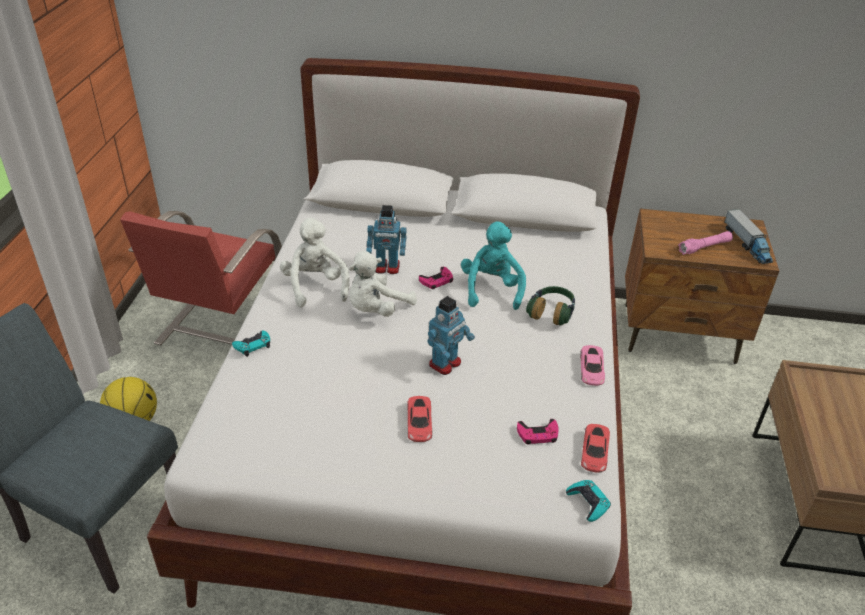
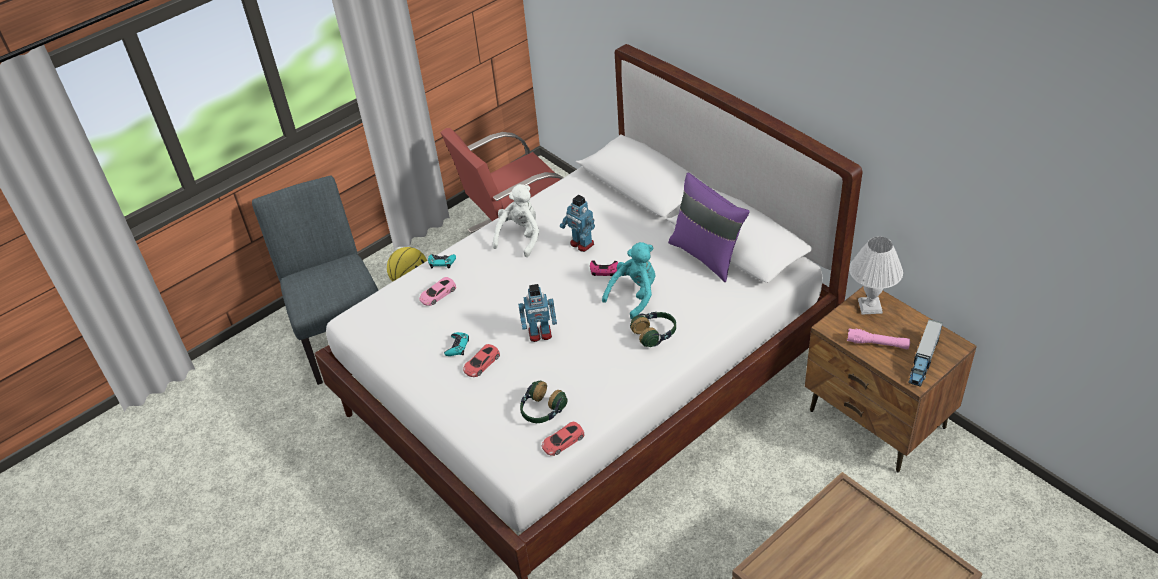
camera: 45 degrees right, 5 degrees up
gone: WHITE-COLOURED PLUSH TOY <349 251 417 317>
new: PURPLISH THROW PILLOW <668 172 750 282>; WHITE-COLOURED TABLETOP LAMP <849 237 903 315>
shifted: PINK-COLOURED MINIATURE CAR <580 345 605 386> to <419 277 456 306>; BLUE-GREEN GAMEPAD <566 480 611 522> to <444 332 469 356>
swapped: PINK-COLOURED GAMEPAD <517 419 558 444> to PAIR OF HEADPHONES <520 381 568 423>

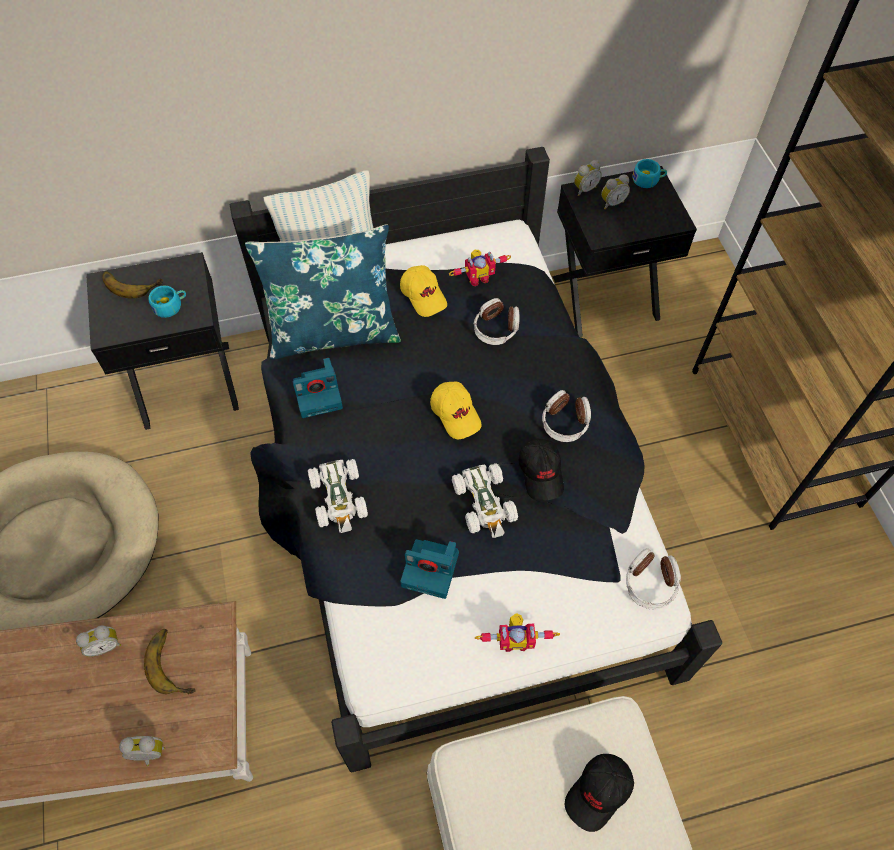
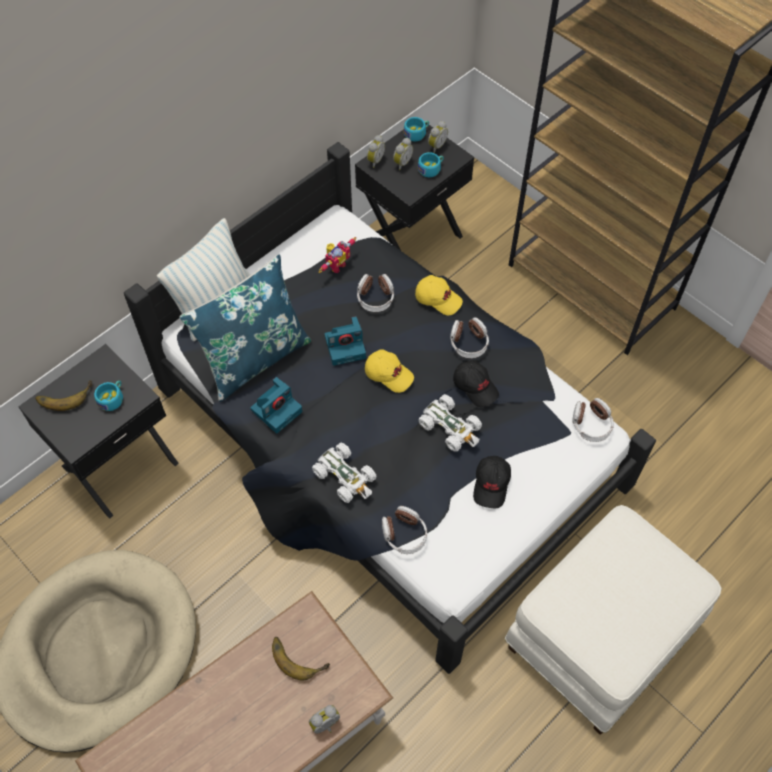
camera: 30 degrees left, 0 degrees up
gone: ROBOT FIGURE <475 613 560 652>
new: BLUE-GREEN DRINKING CUP <418 152 444 177>; PAIR OF HEADPHONES <382 506 427 554>
shifted: YELLOW CAP <400 265 447 317> to <415 275 463 316>; PHOTO CAMERA <400 539 459 599> to <325 316 366 366>; BEDSIDE CLOCK <76 625 121 657> to <428 121 448 153>; BLACK-COLOURED CAP <565 754 634 832> to <473 456 511 508>

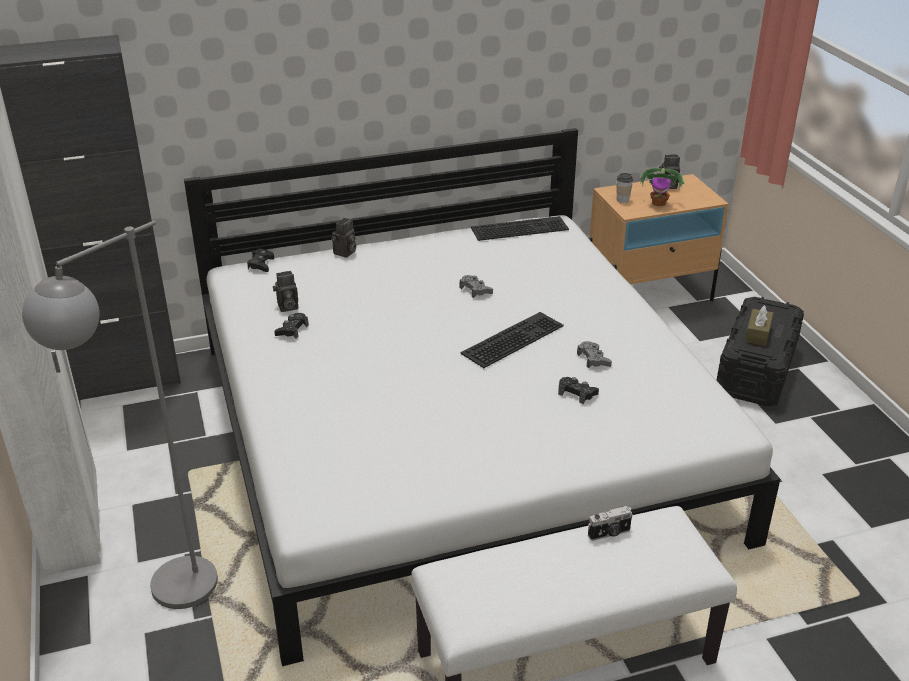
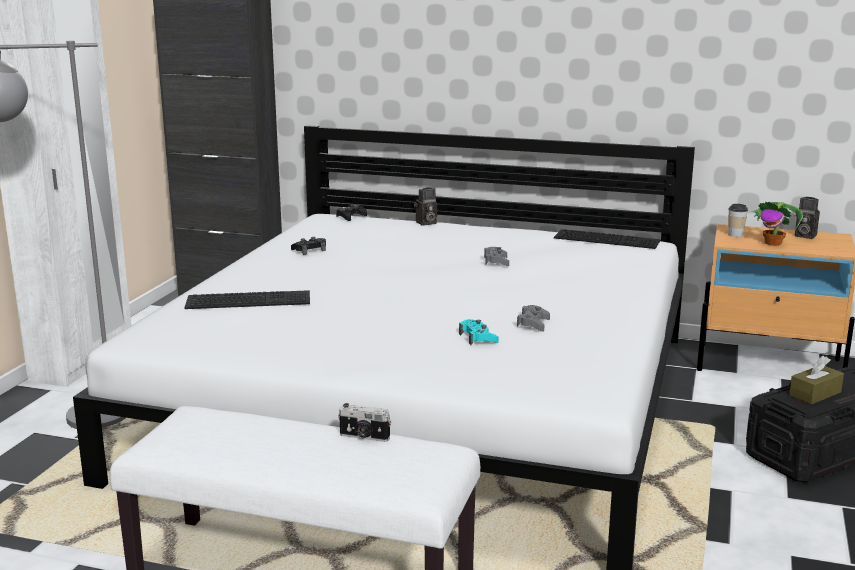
camera: 35 degrees right, 15 degrees down
gone: PHOTO CAMERA <273 271 298 312>
shifted: KEYBOARD <460 312 564 368> to <185 290 310 309>
repainted: BLACK-COLOURED GAMEPAD <558 377 599 404> to BLUE-GREEN GAMEPAD <459 319 498 345>

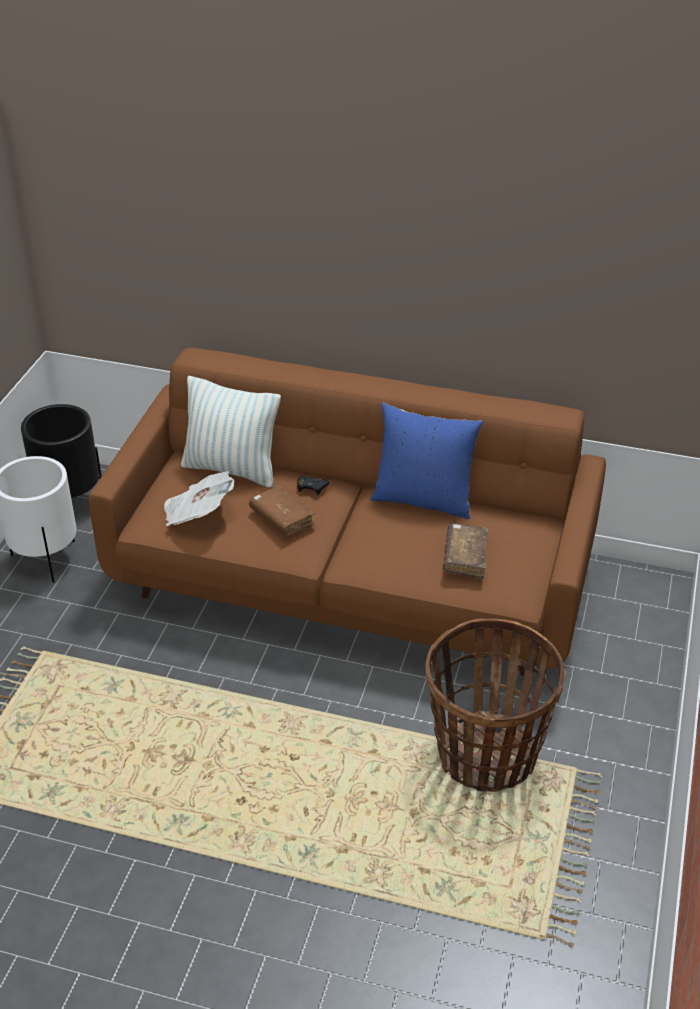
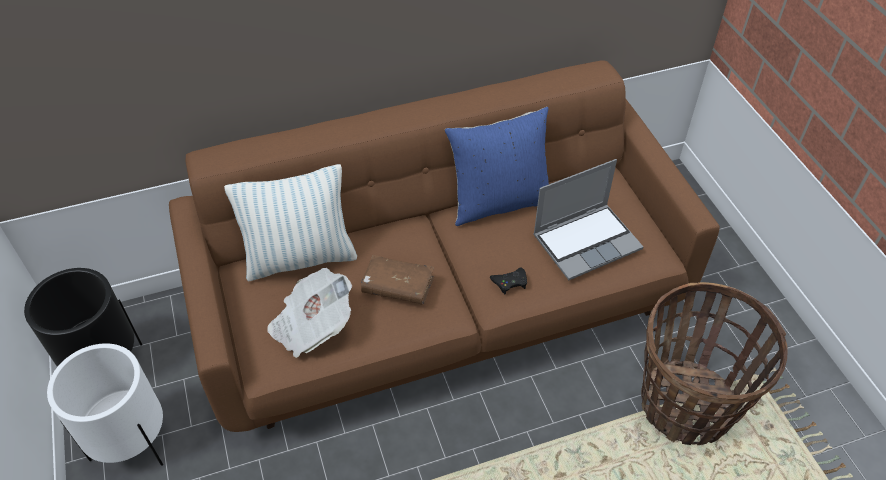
camera: 35 degrees left, 10 degrees up
shifted: BLACK-COLOURED GAMEPAD <297 476 330 495> to <490 268 527 295>
swapped: BROWN BOOK <443 523 488 579> to NOTEBOOK COMPUTER <533 159 643 280>

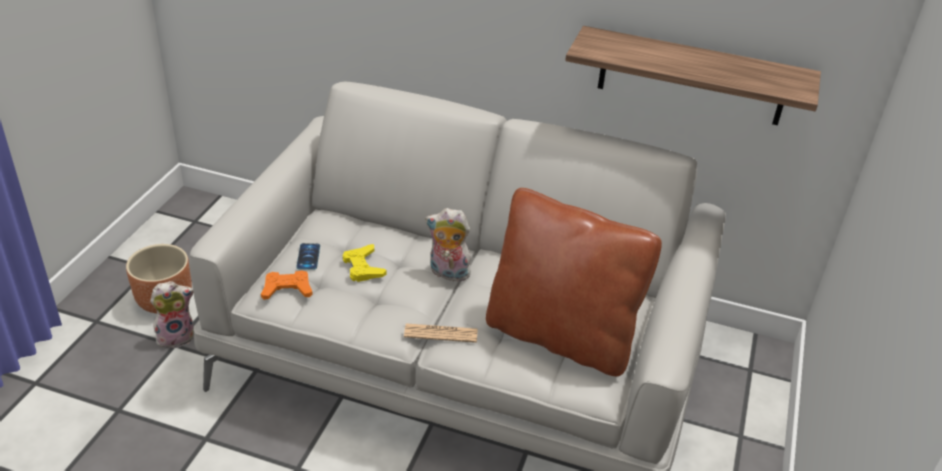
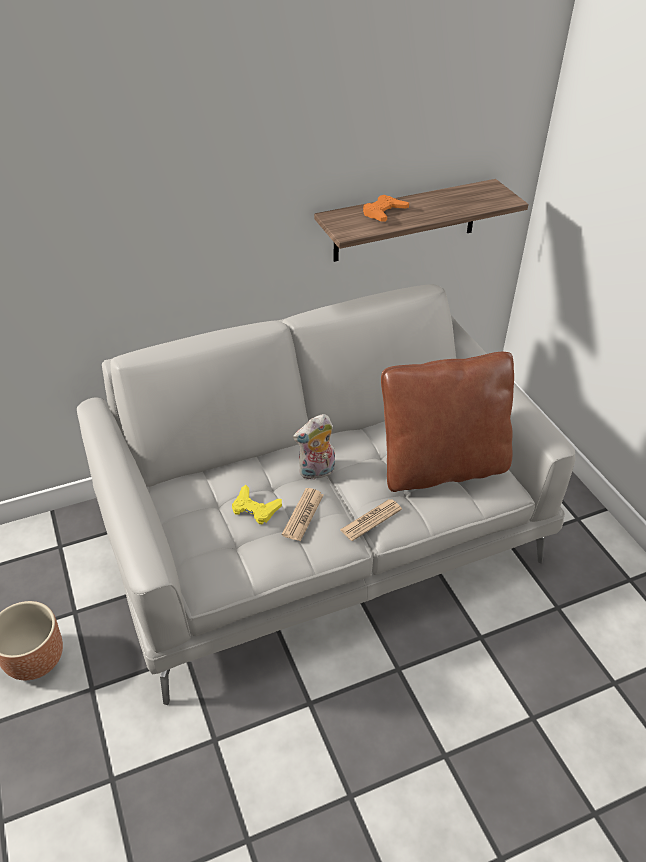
camera: 40 degrees left, 5 degrees up
gone: TELEPHONE <296 243 320 270>; PLUSH TOY <150 281 194 348>
new: PRINTED PAPER <282 488 323 541>
shifted: ORANGE GAMEPAD <261 270 313 300> to <363 195 409 222>

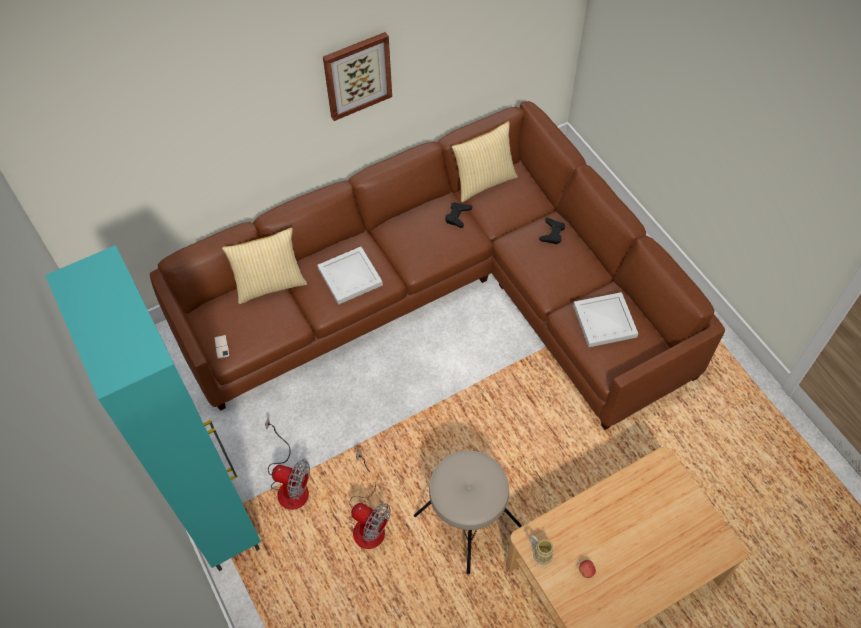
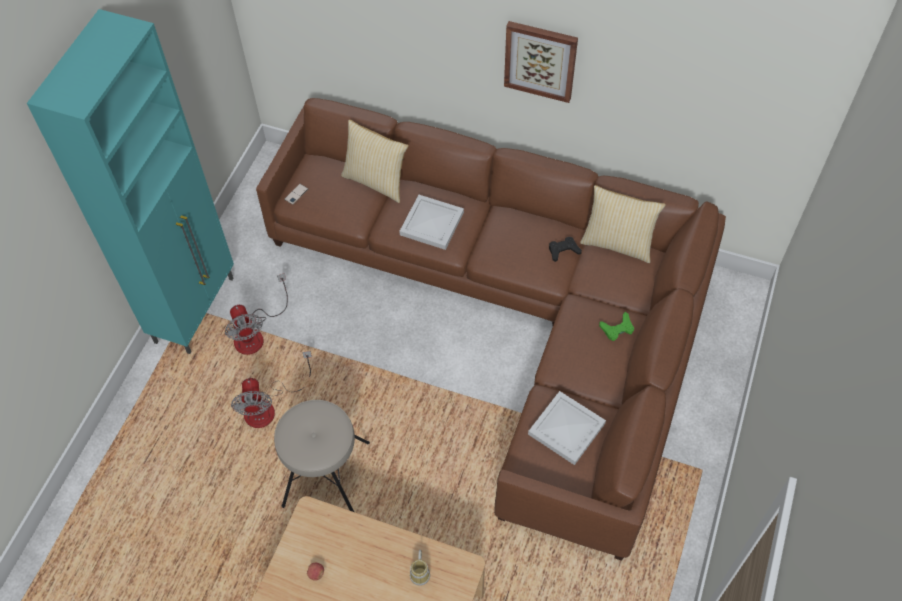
camera: 50 degrees right, 0 degrees up
shifted: MUG <529 535 554 565> to <410 550 430 586>
repainted: BLACK-COLOURED GAMEPAD <539 218 565 244> to GREENISH GAMEPAD <599 312 634 341>

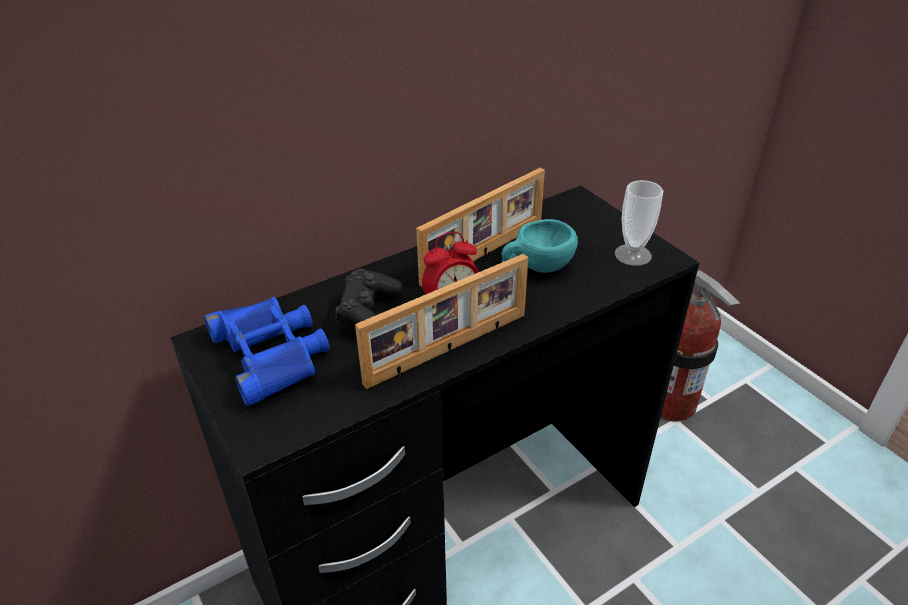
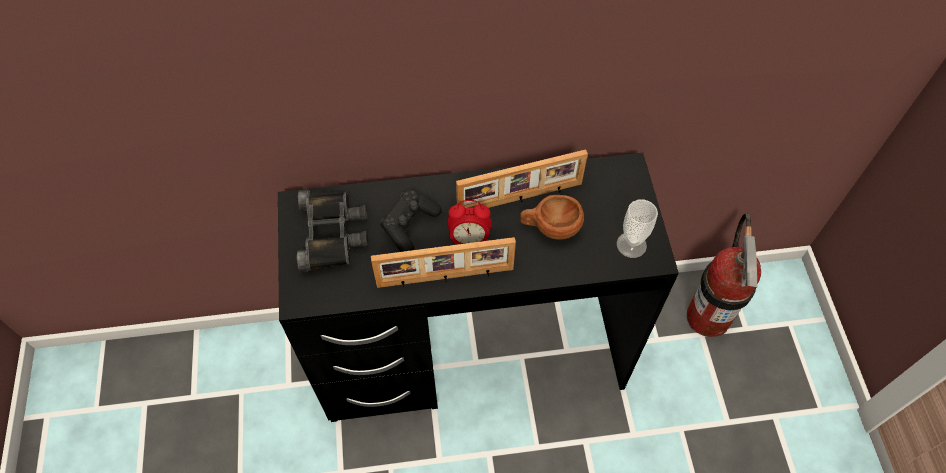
camera: 25 degrees right, 20 degrees up
repainted: BLUE-GREEN DRINKING CUP <501 219 578 273> to BROWN DRINKING CUP <520 195 584 240>; BLUISH PAIR OF BINOCULARS <204 297 330 406> to BLACK-COLOURED PAIR OF BINOCULARS <297 190 368 272>

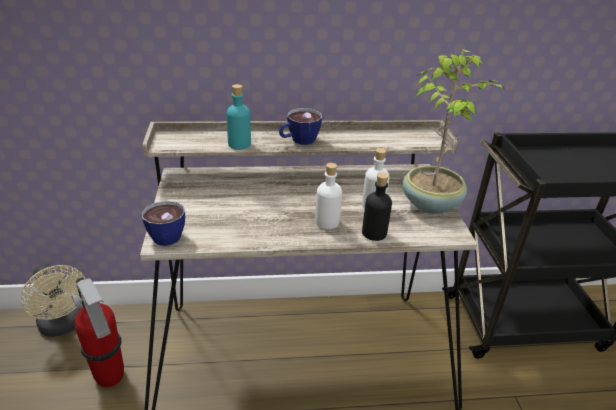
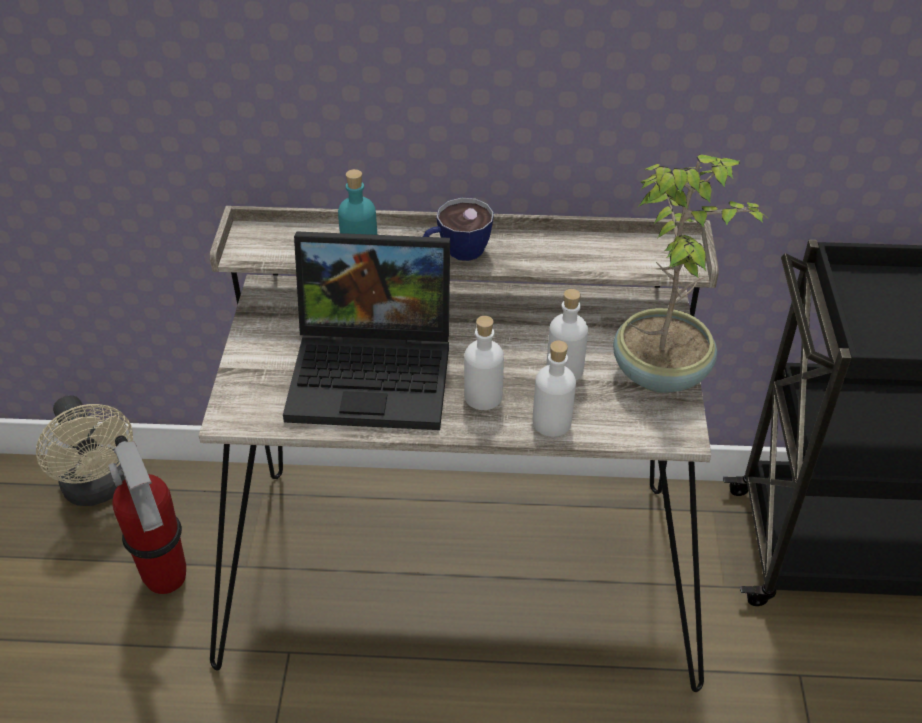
camera: 10 degrees right, 10 degrees up
gone: DRINKING CUP <141 201 185 246>
new: NOTEBOOK COMPUTER <283 231 450 430>
repainted: BLACK-COLOURED BEVERAGE BOTTLE <362 173 392 241> to WHITE-COLOURED BEVERAGE BOTTLE <533 341 576 437>

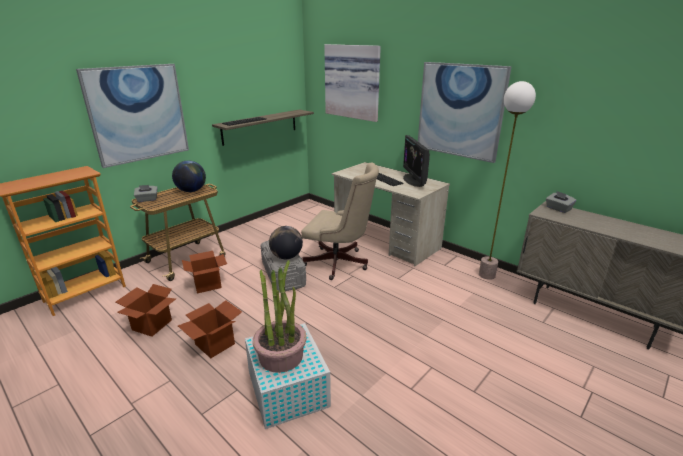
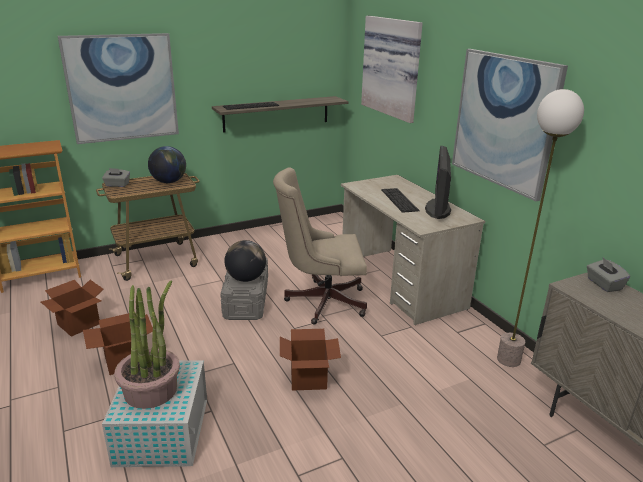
camera: 20 degrees right, 0 degrees up
shifted: CARDBOARD BOX <182 251 227 294> to <280 329 341 390>
rotated: BEIGE-COLOURED OFFICE CHAIR <301 163 379 280> = <273 167 367 325> 135 degrees clockwise

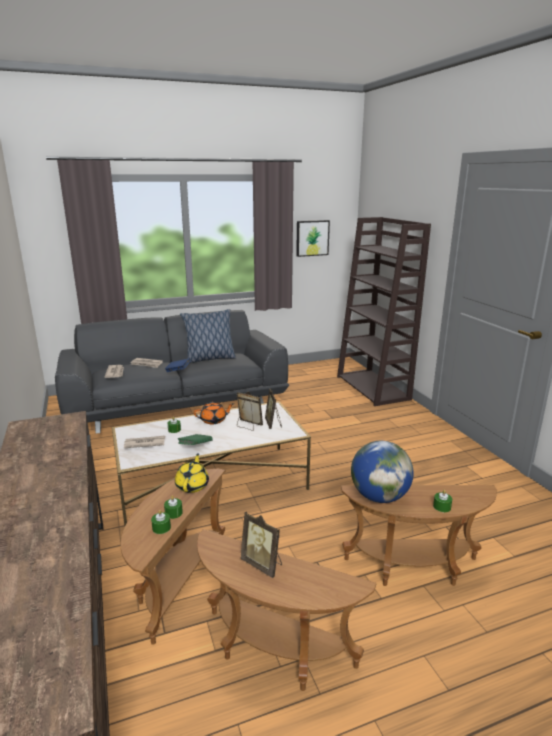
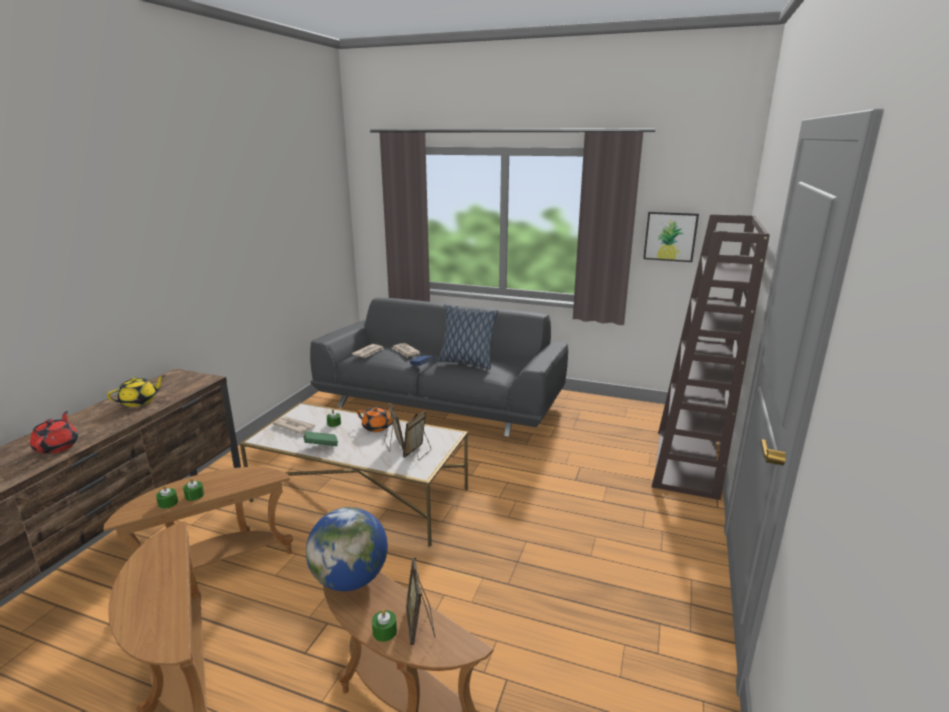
camera: 40 degrees right, 0 degrees up
new: REDDISH TEA POT <30 411 78 454>
shifted: YELLOW TEA POT <175 453 209 493> to <107 375 165 407>; PHOTO FRAME <240 511 282 578> to <406 557 435 645>

